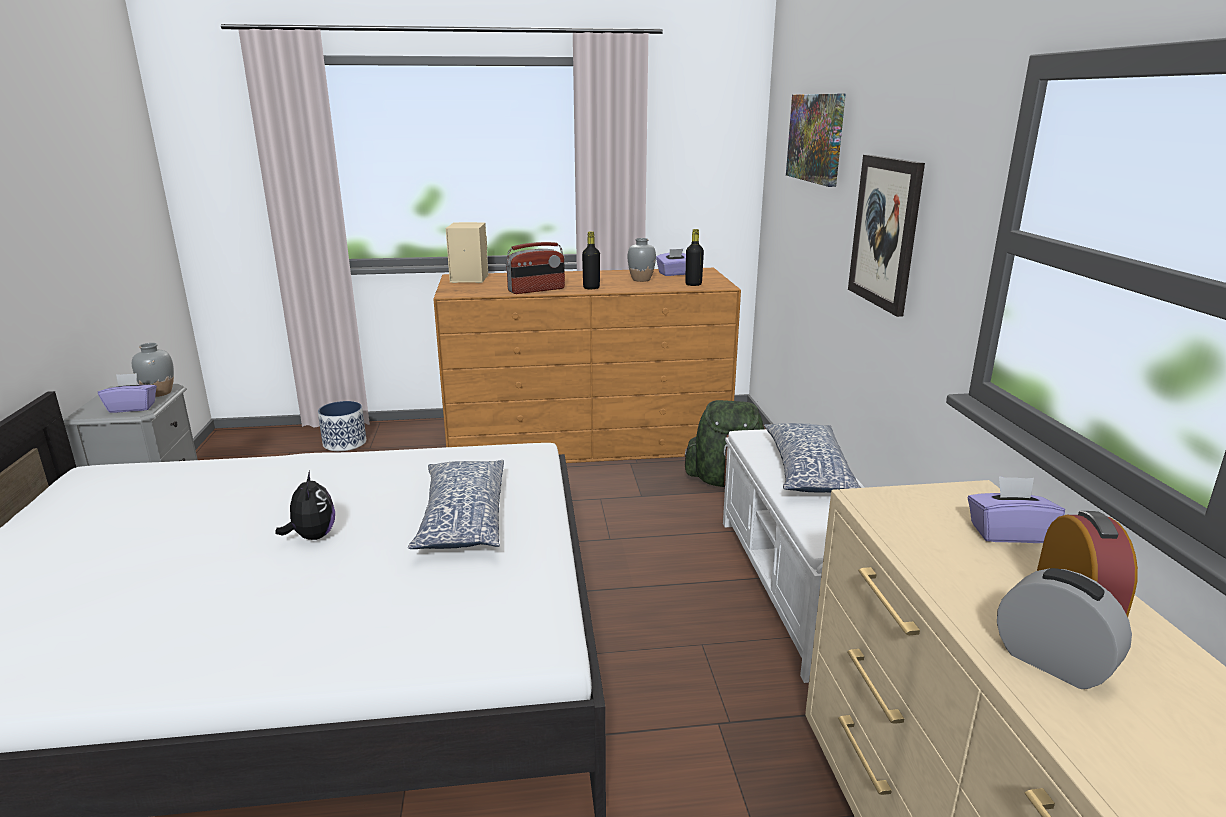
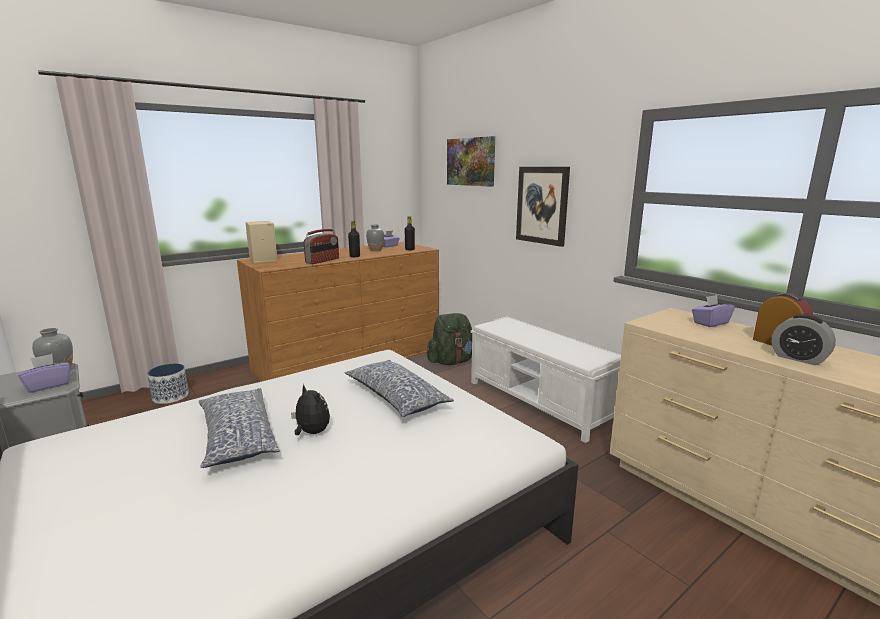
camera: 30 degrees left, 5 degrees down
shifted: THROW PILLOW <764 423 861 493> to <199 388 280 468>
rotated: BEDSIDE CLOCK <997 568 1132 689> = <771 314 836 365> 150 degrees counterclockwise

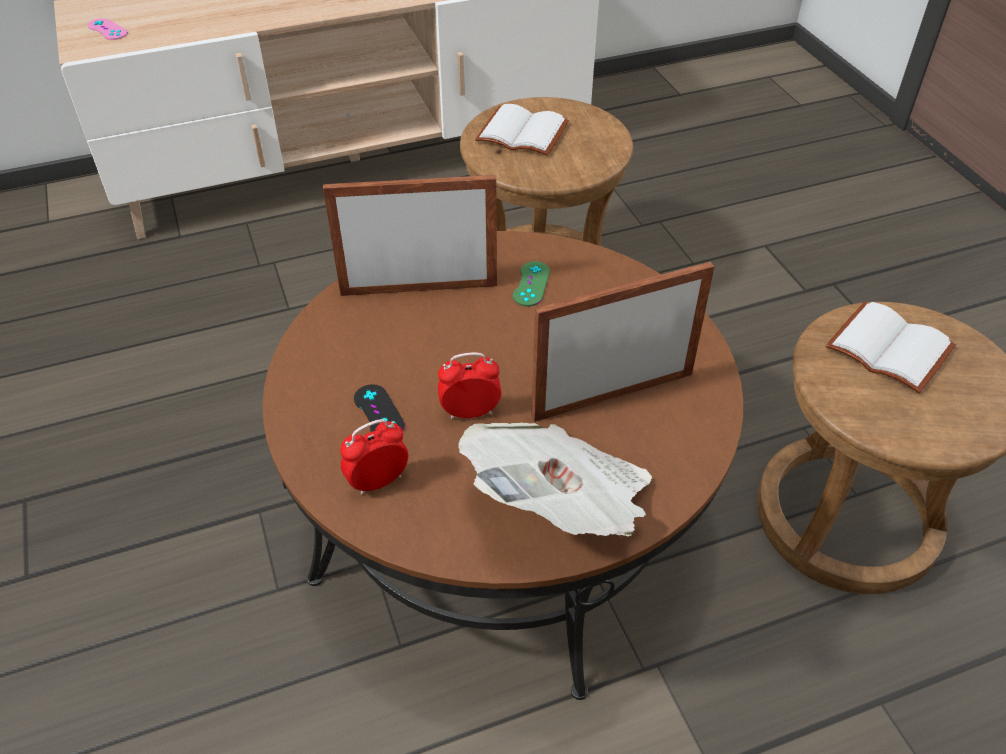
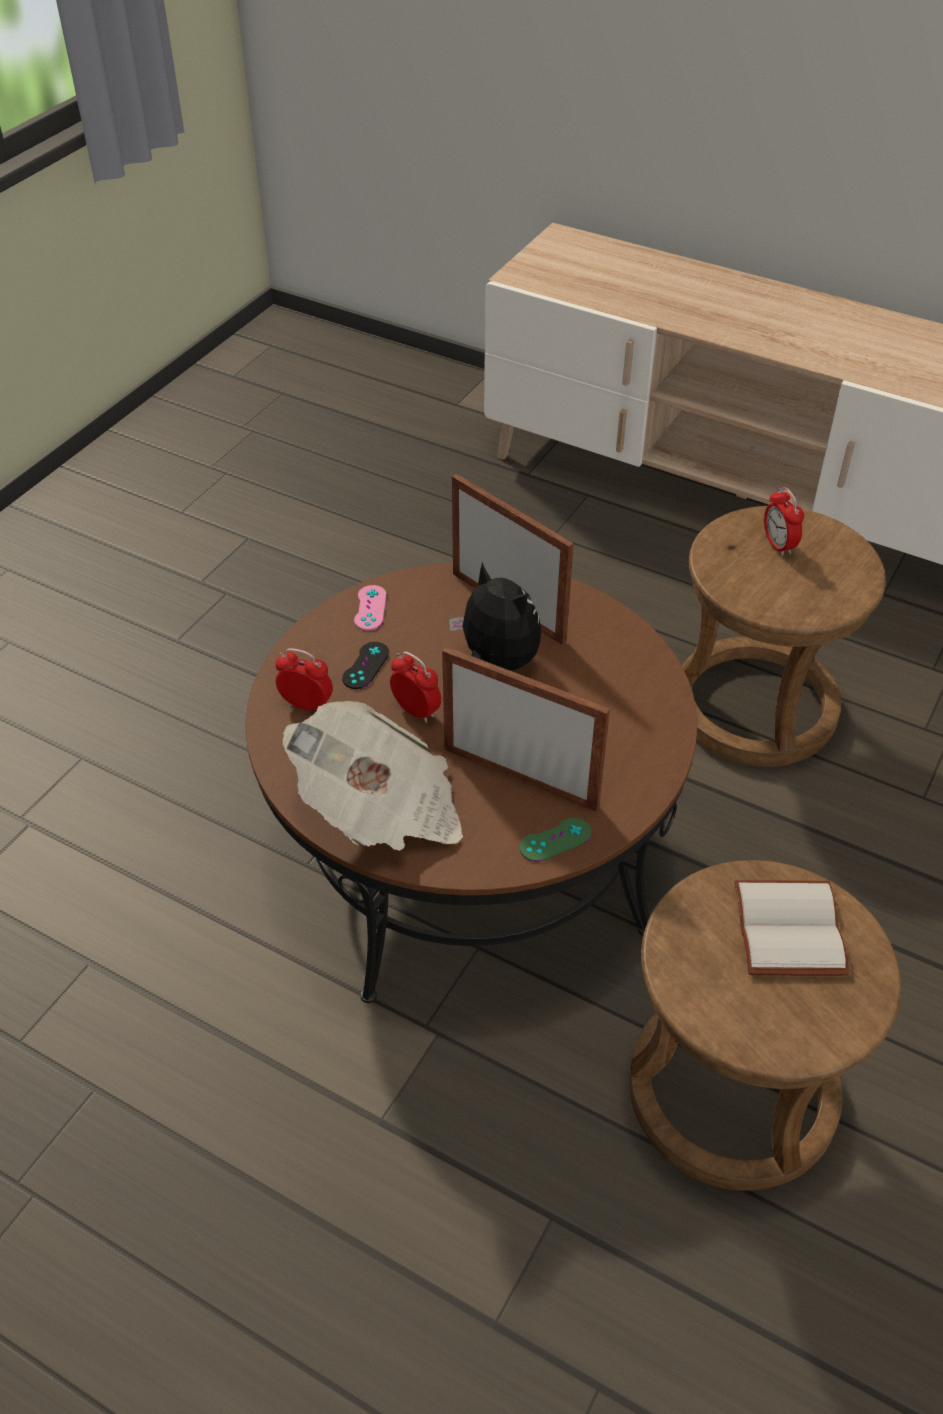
camera: 50 degrees right, 0 degrees up
new: PLUSH TOY <449 562 541 671>
shifted: PINK-COLOURED GAMEPAD <87 18 128 40> to <354 585 386 631>; GREENISH GAMEPAD <513 261 550 307> to <519 818 591 862>
swapped: WHITE-COLOURED BOOK <475 104 569 156> to BEDSIDE CLOCK <764 487 804 556>

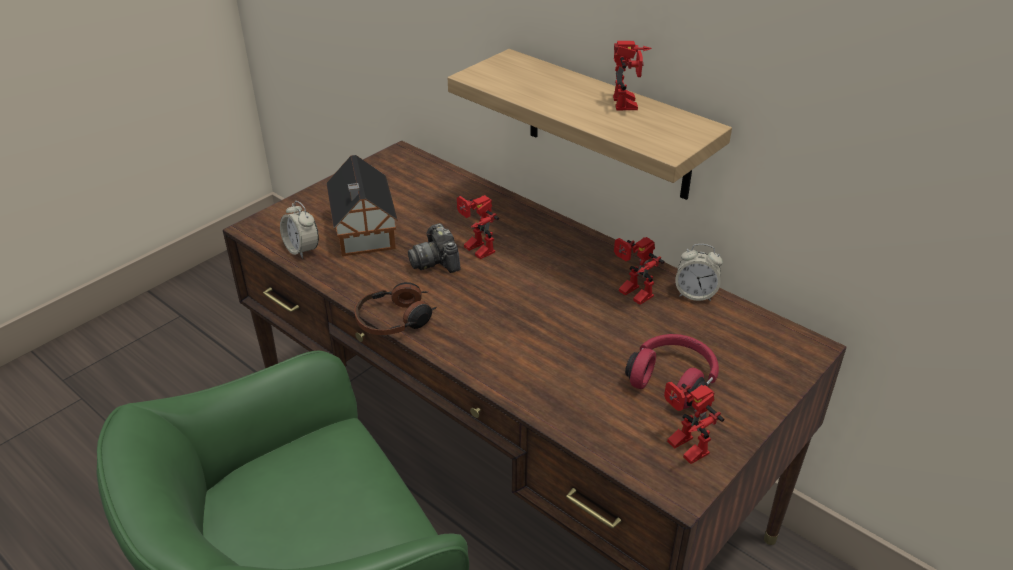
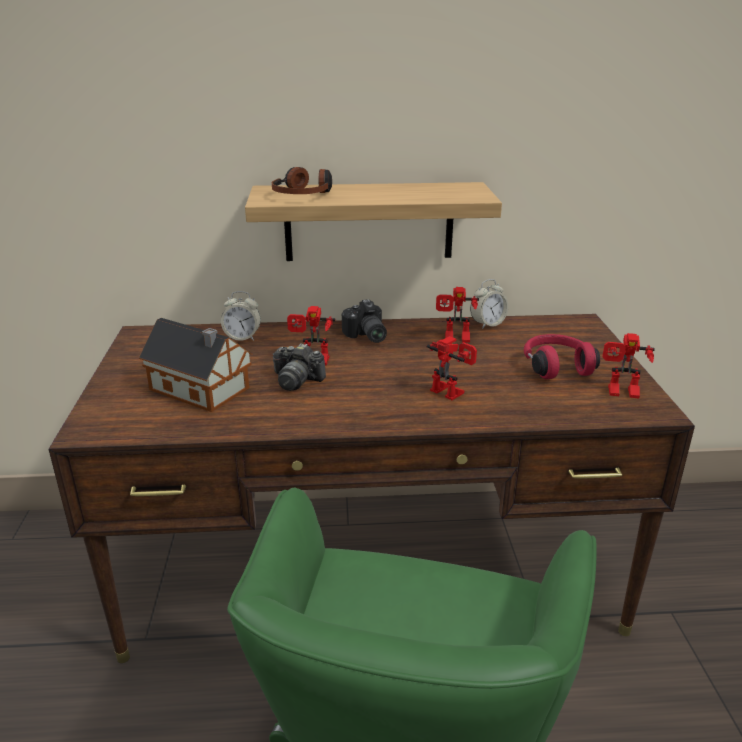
camera: 45 degrees left, 10 degrees down
new: PHOTO CAMERA <342 299 387 343>
shifted: ROBOT FIGURE <613 41 652 110> to <426 336 477 400>; BEDSIDE CLOCK <280 201 319 259> to <221 291 261 341>; PAIR OF HEADPHONES <354 282 437 335> to <272 167 332 194>

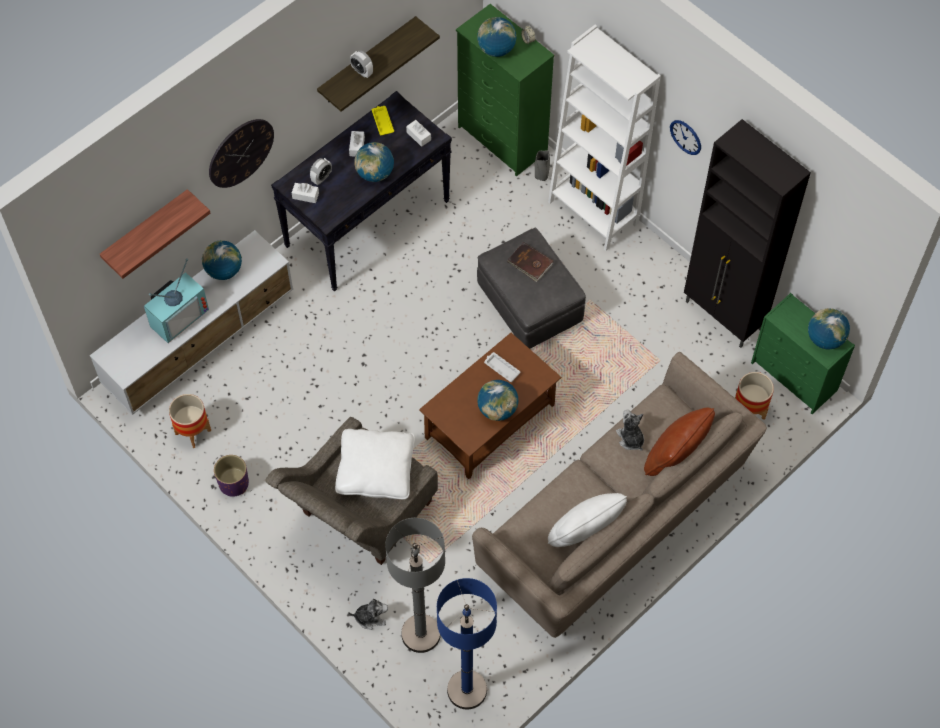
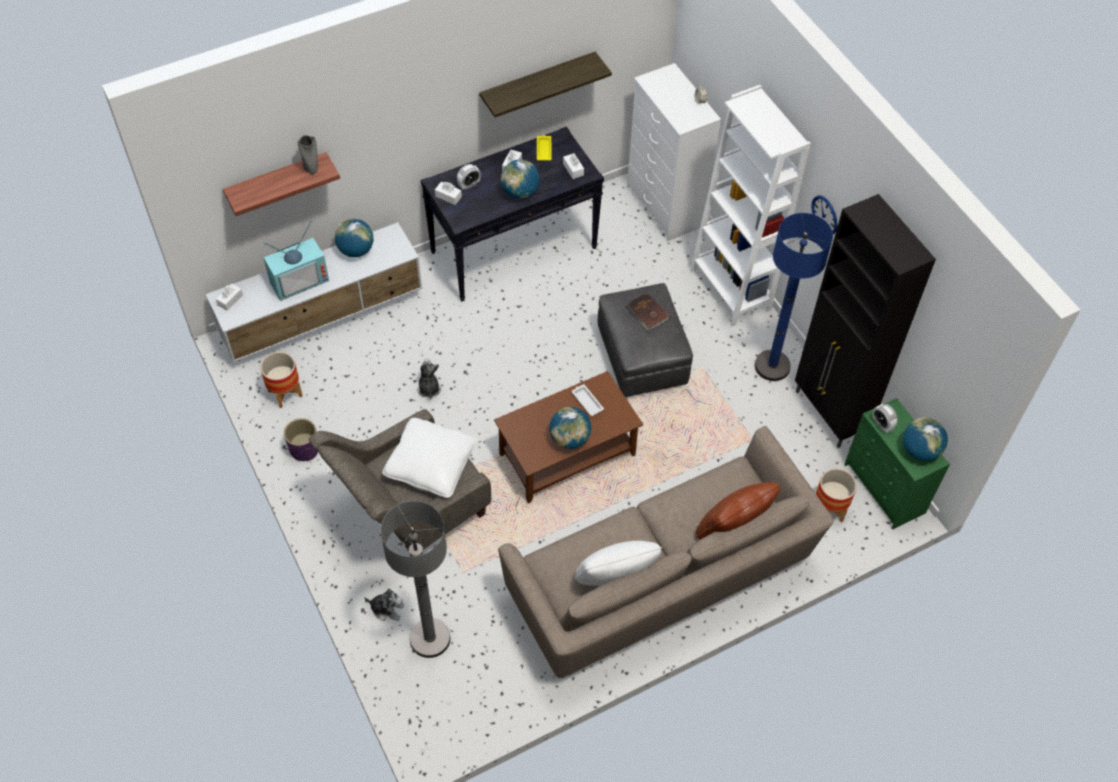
camera: 15 degrees right, 5 degrees down
gone: DESK GLOBE <477 17 517 57>; WALL CLOCK <209 119 274 188>
new: WHITE-COLOURED TISSUE HOLDER <216 283 243 311>
shifted: BEDSIDE CLOCK <350 51 373 78> to <872 404 897 433>; GREY VASE <535 150 550 181> to <297 135 318 174>; PLUSH TOY <616 410 644 451> to <417 359 441 399>; BLUISH STANDING LAMP <437 578 497 710> to <755 213 833 381>
repainted: GREENISH DRAWER CHEST <456 4 554 177> to WHITE-COLOURED DRAWER CHEST <627 63 721 241>

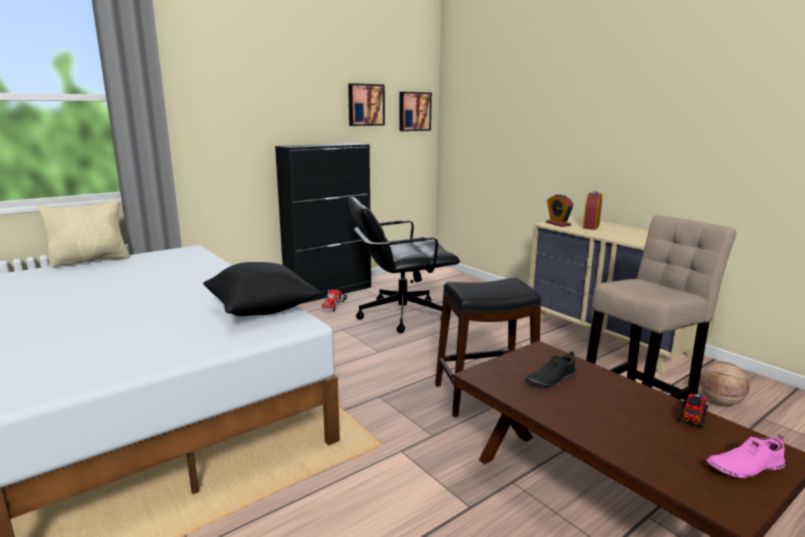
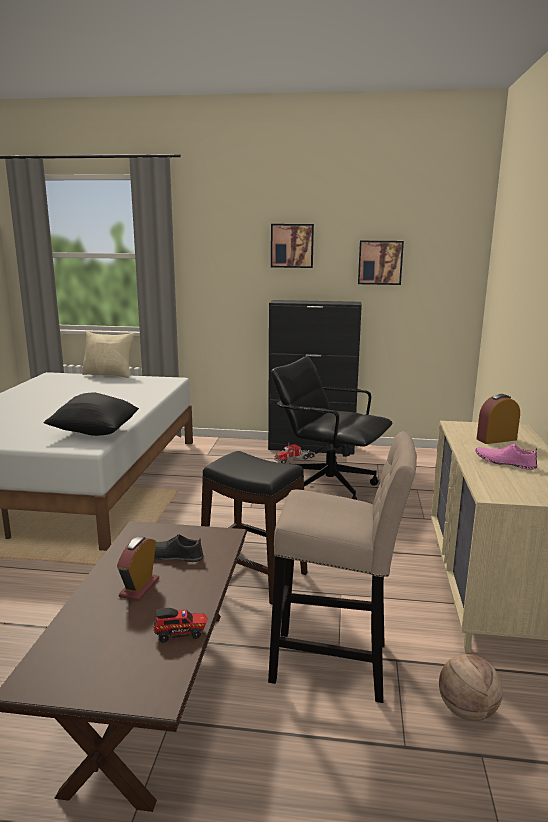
camera: 45 degrees right, 0 degrees up
shifted: WALL ART <399 92 432 131> to <271 224 314 268>; BEDSIDE CLOCK <546 194 574 227> to <117 536 159 601>; PINK-COLOURED LOW SHOE <706 435 785 478> to <475 444 537 470>

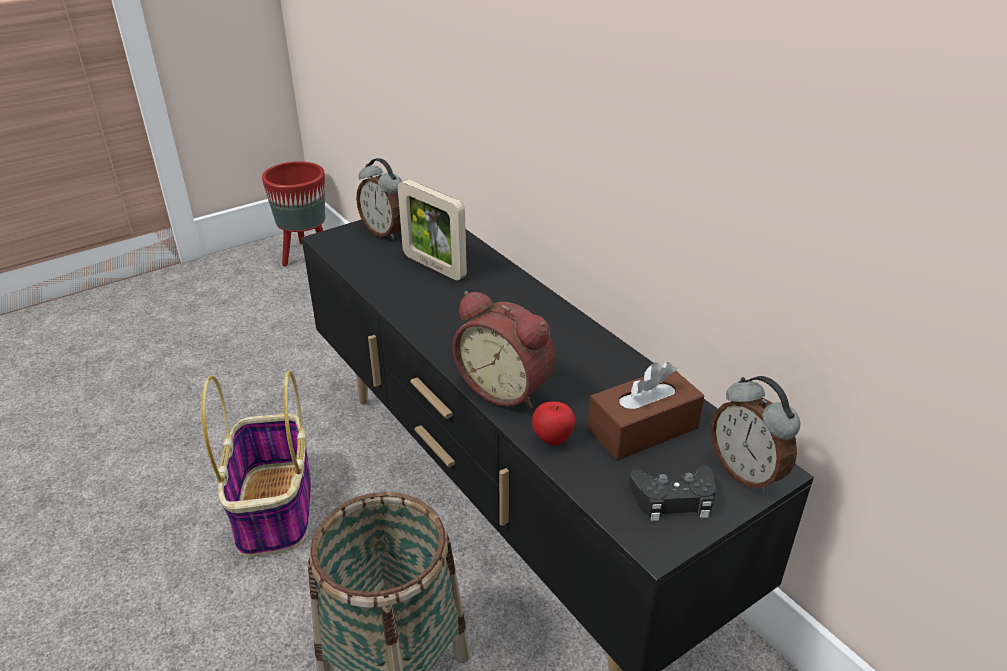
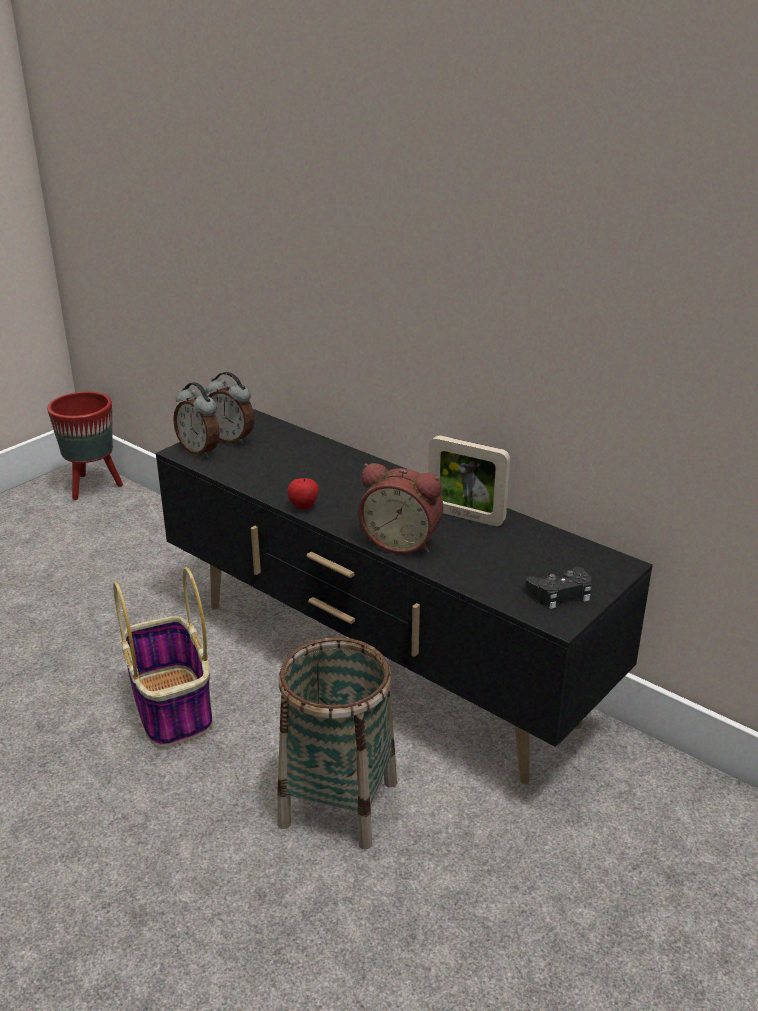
camera: 15 degrees left, 5 degrees down
gone: BROWN TISSUE HOLDER <587 362 704 460>
shifted: PHOTO FRAME <398 179 467 281> to <428 435 510 527>; BEDSIDE CLOCK <710 376 800 493> to <173 382 220 458>; APPLE <532 401 576 445> to <288 478 319 509>

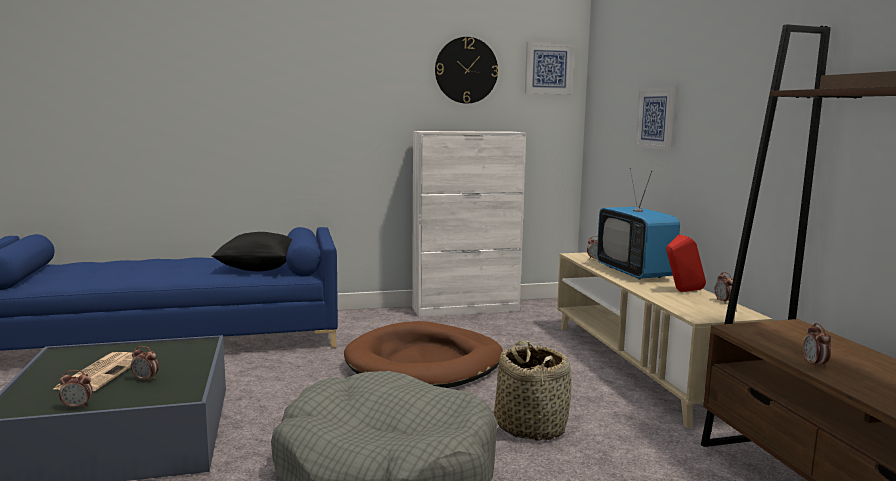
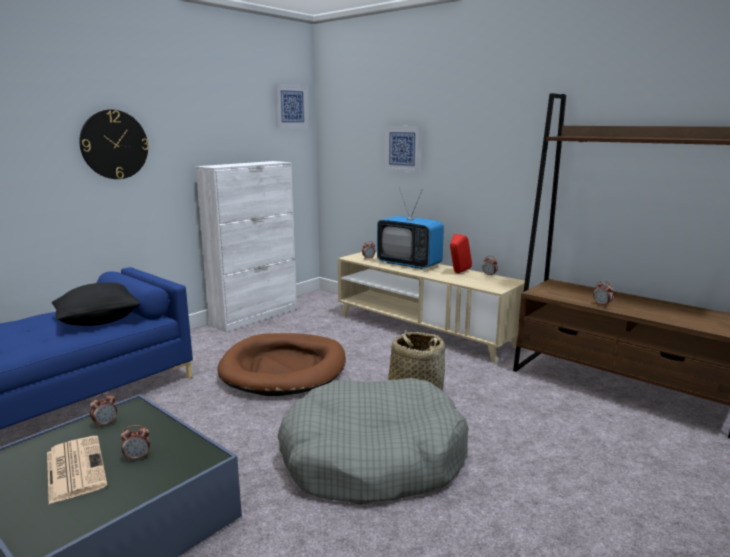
camera: 35 degrees left, 5 degrees up
shifted: WALL CLOCK <435 37 498 103> to <79 110 149 179>; BEDSIDE CLOCK <59 370 93 409> to <90 393 117 428>

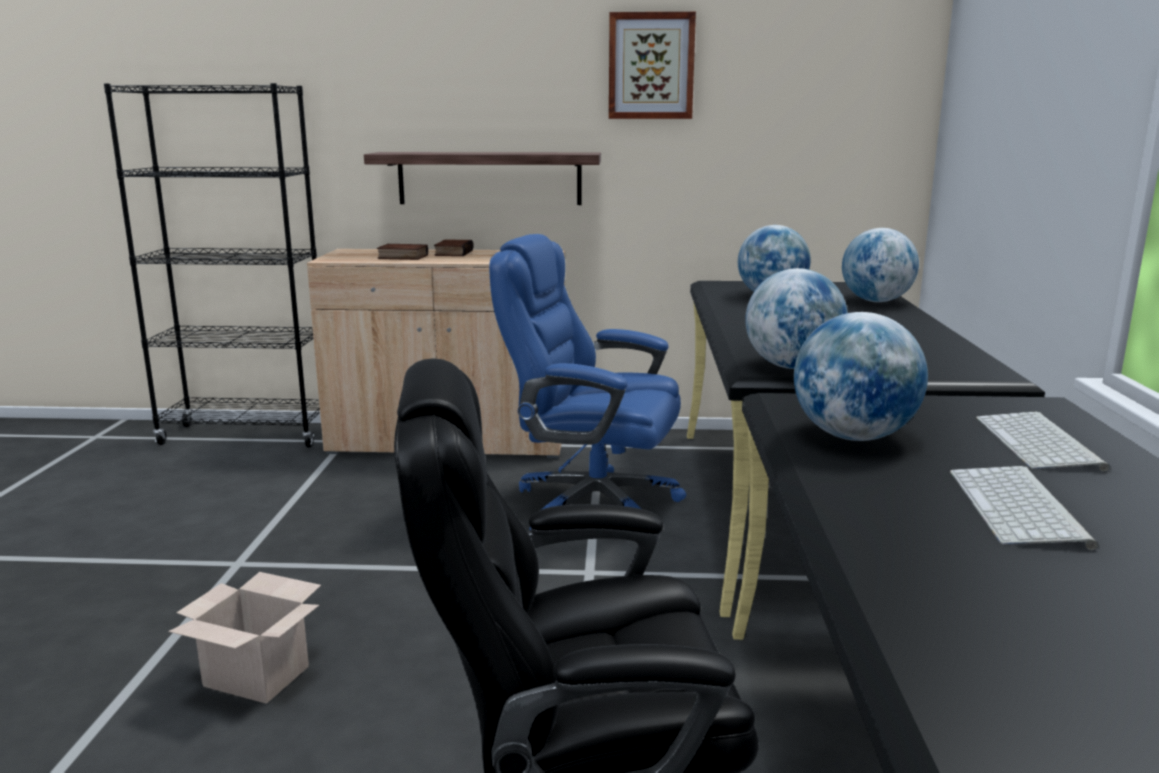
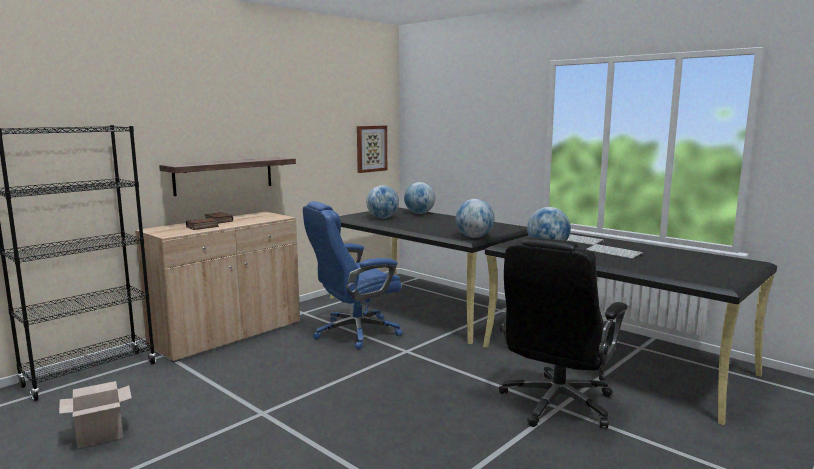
camera: 50 degrees left, 5 degrees down
shifted: WALL ART <609 12 696 119> to <357 126 387 173>; CARDBOARD BOX <168 572 321 704> to <59 381 132 448>

